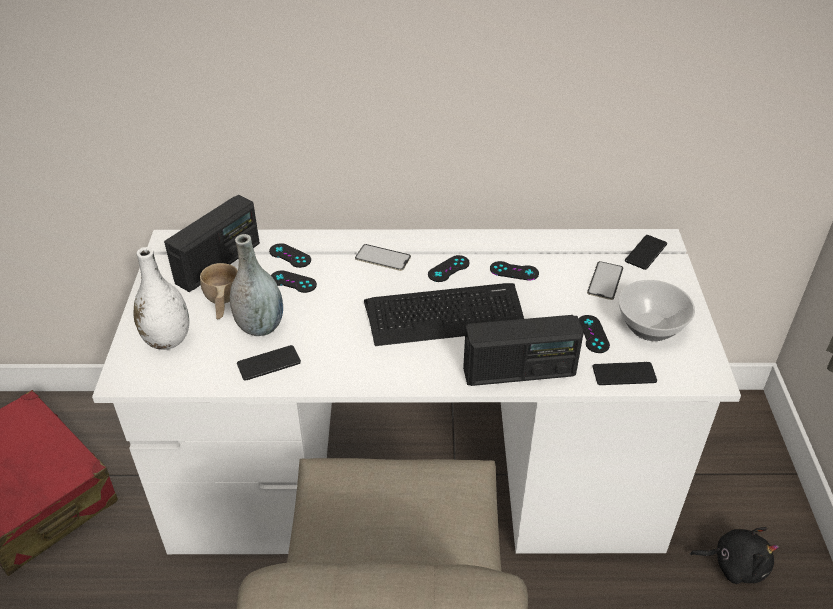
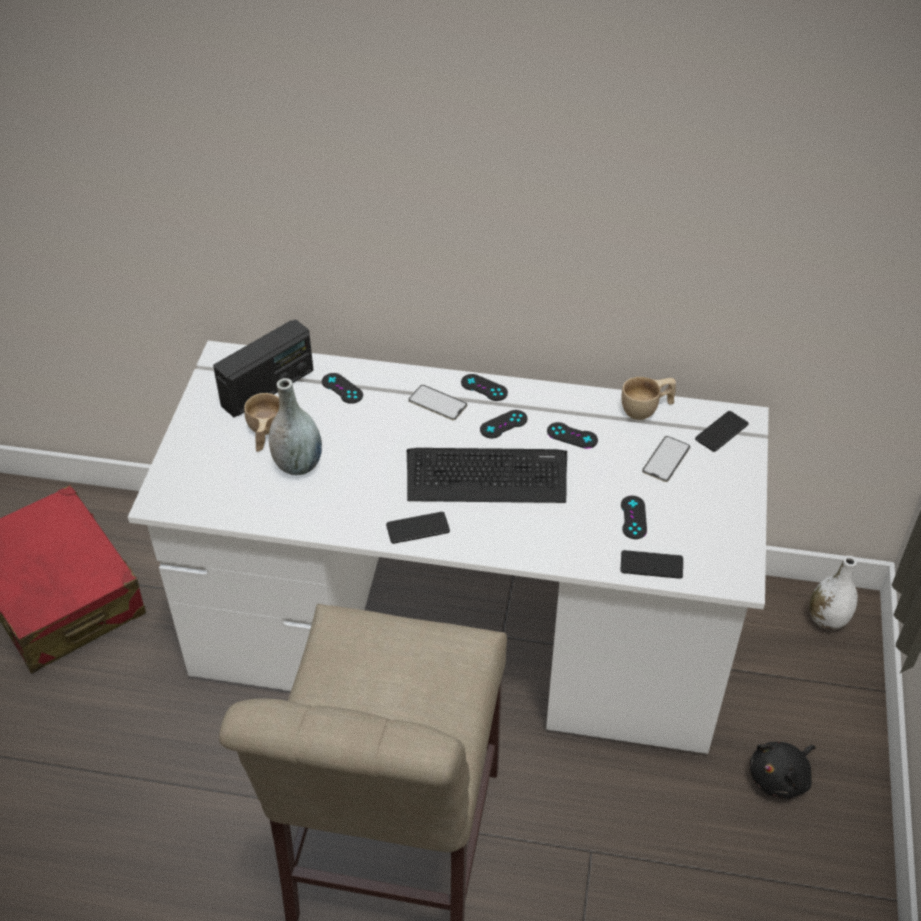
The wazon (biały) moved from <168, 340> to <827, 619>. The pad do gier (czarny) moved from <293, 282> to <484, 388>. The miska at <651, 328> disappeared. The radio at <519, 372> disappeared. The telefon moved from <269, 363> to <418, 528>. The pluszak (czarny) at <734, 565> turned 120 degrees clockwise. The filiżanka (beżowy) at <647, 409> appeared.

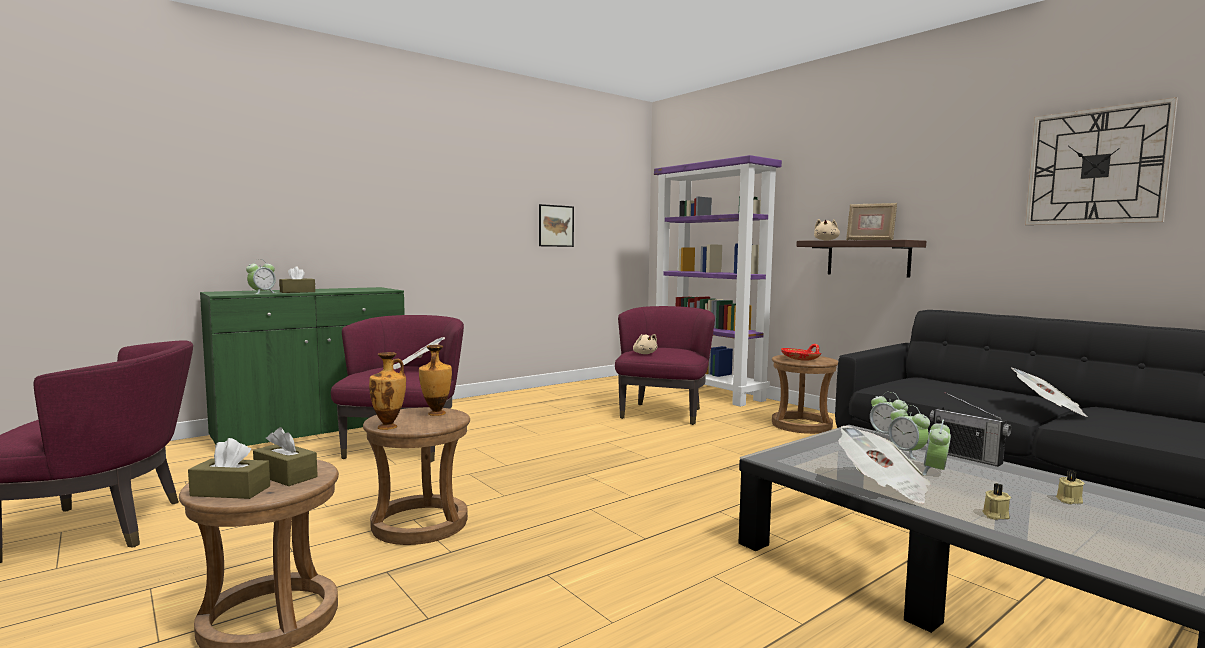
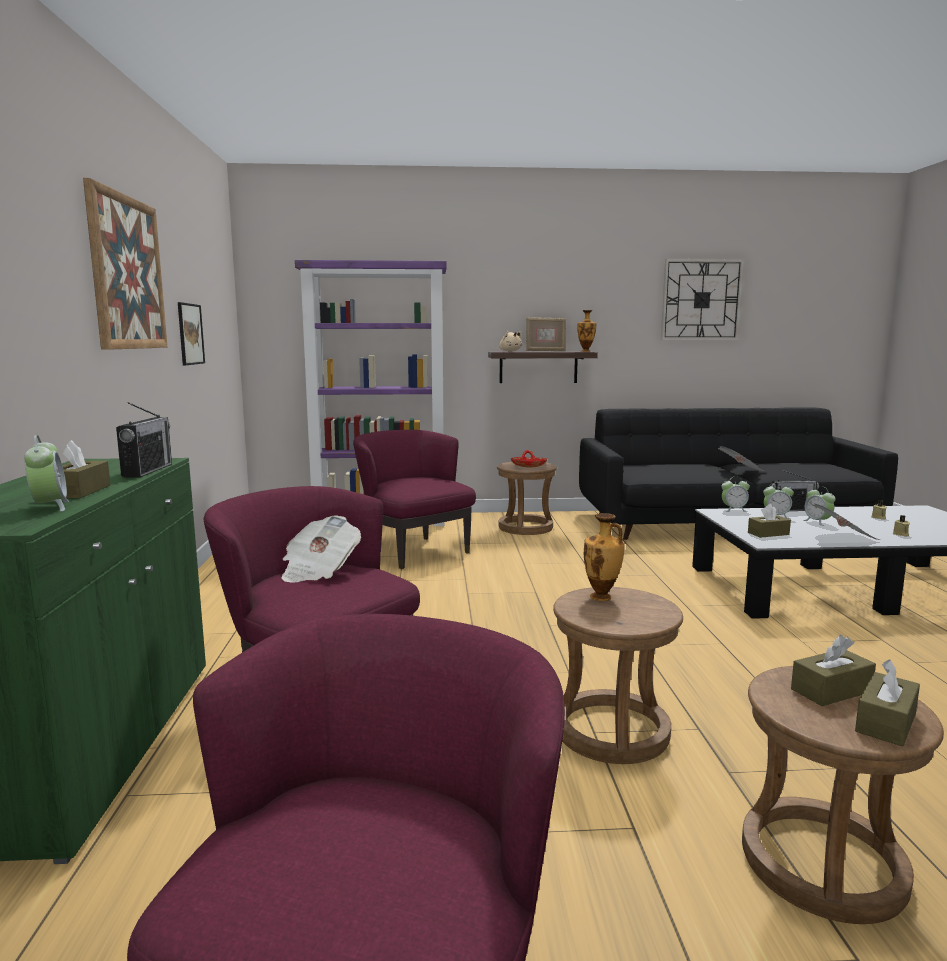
The pluszak (beżowy) at <644, 354> disappeared. The wazon moved from <389, 427> to <586, 351>. The obraz at <127, 273> appeared. The radio at <148, 470> appeared. The pudełko chusteczek (brązowy) at <768, 533> appeared.

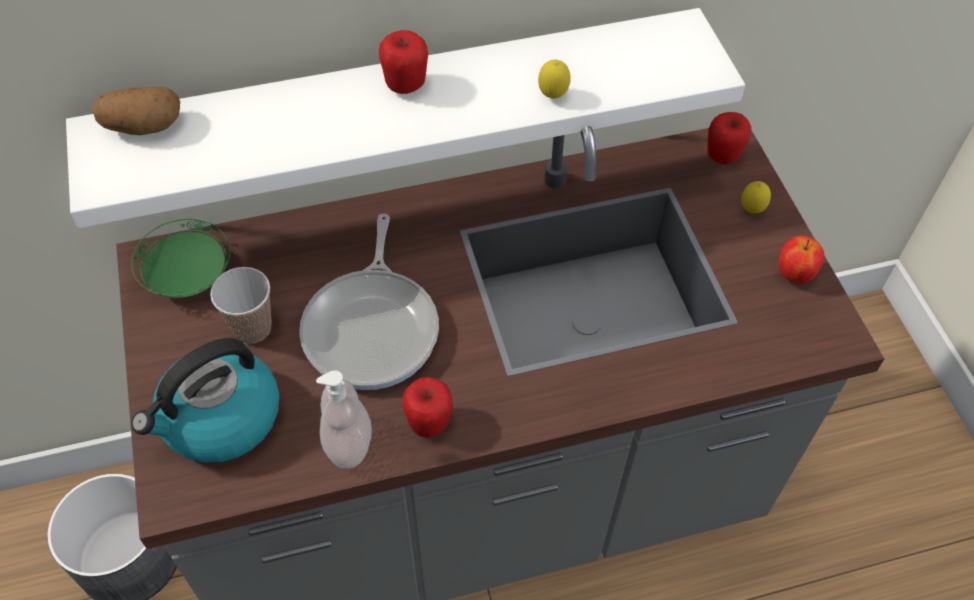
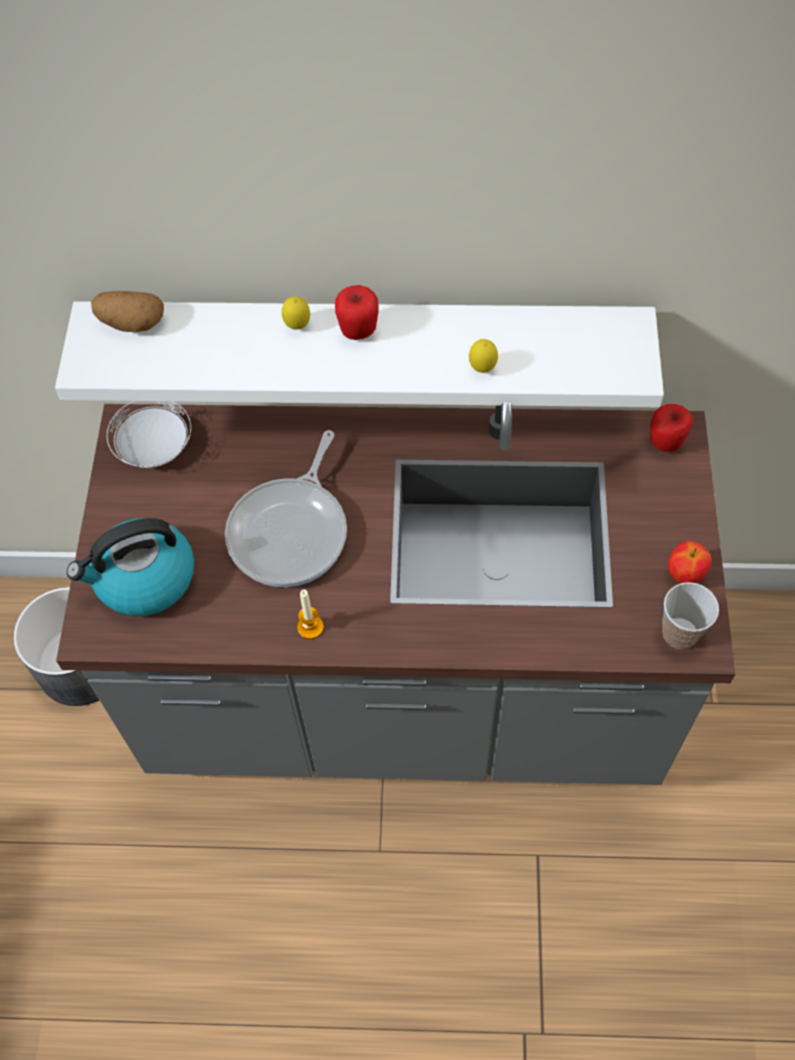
The cytryna moved from <751, 210> to <297, 326>. The talerz (zielony) at <188, 275> became the talerz (biały) at <154, 446>. The filiżanka moved from <252, 328> to <680, 633>. The dozownik mydła at <348, 443> disappeared. The jabłko at <429, 423> was replaced by the świeca at <310, 627>.

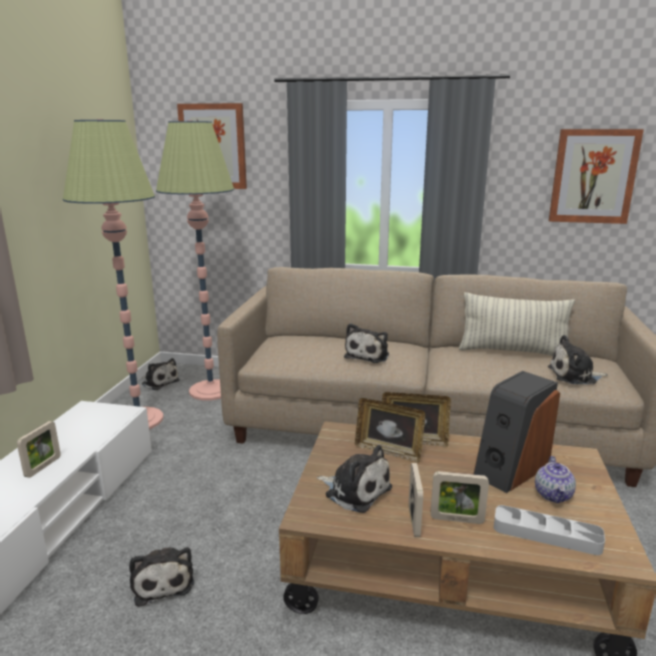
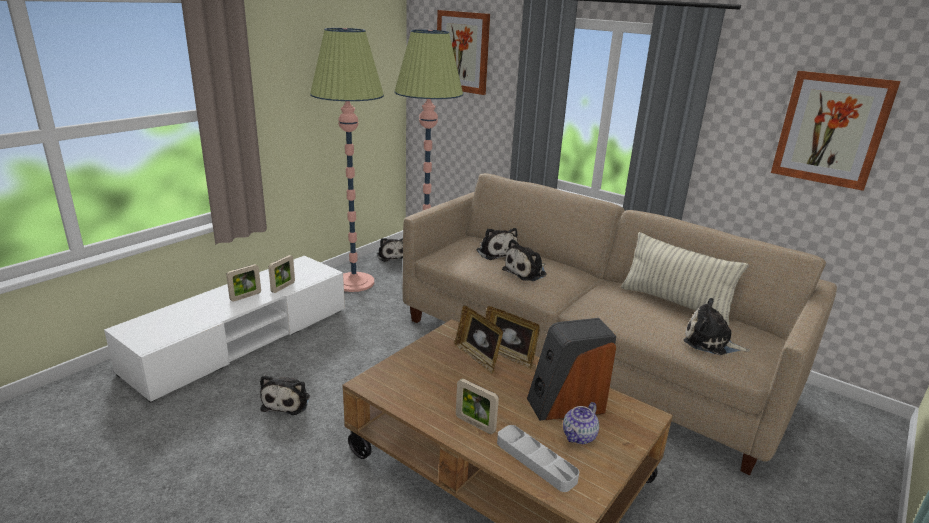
The pluszak moved from <355, 490> to <495, 252>. The ramka na zdjęcie moved from <414, 521> to <283, 287>.

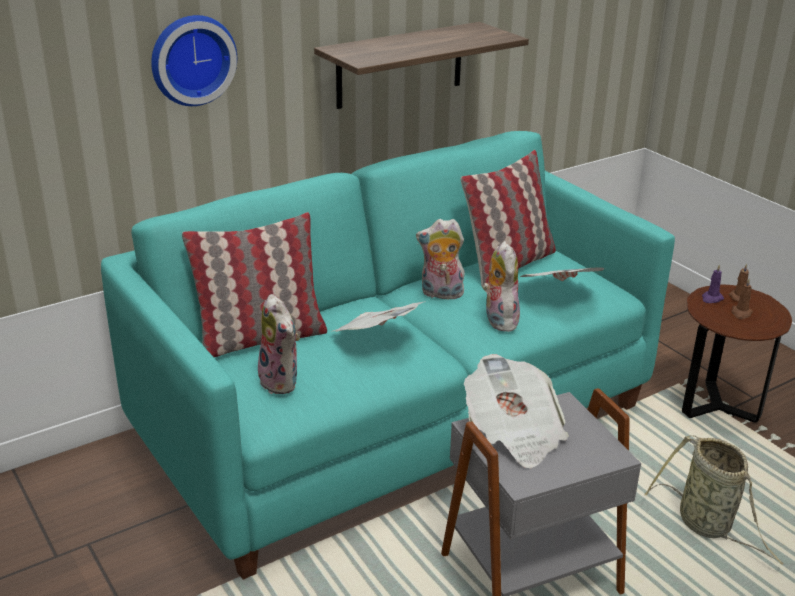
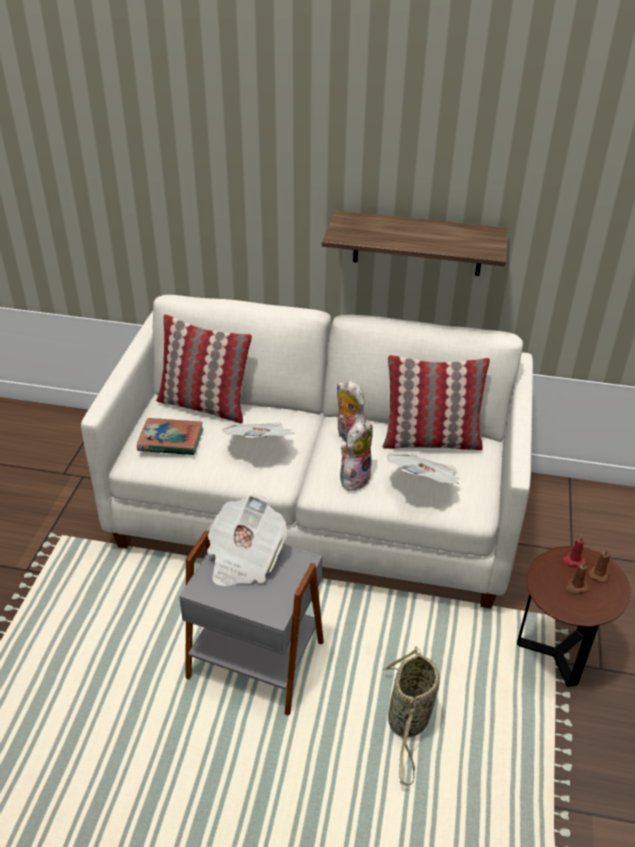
The zegar ścienny at <191, 59> disappeared. The kanapa (turkusowy) at <394, 422> became the kanapa (biały) at <316, 510>. The świeca (fioletowy) at <711, 298> became the świeca (czerwony) at <572, 561>. The pluszak at <282, 381> was replaced by the książka at <170, 440>.

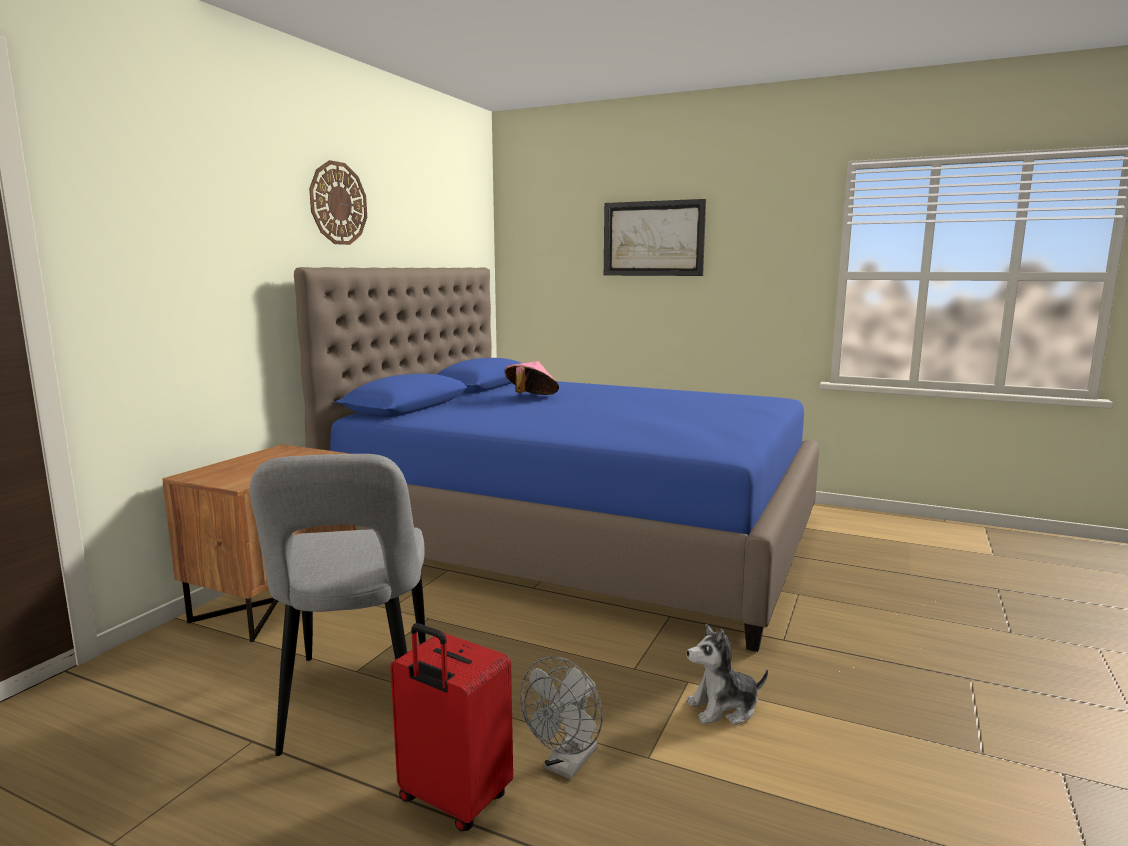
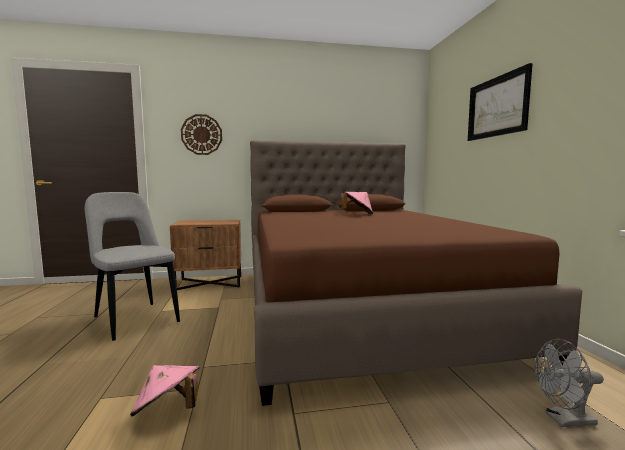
The zegar ścienny moved from <338, 203> to <201, 134>. The łóżko (niebieski) at <580, 535> became the łóżko (brązowy) at <359, 307>. The krzesło (szary) at <356, 703> turned 90 degrees clockwise. The walizka (czerwony) at <452, 800> disappeared. The pluszak at <723, 708> was replaced by the kapelusz (różowy) at <168, 410>. The wentylator (szary) moved from <566, 765> to <564, 420>.

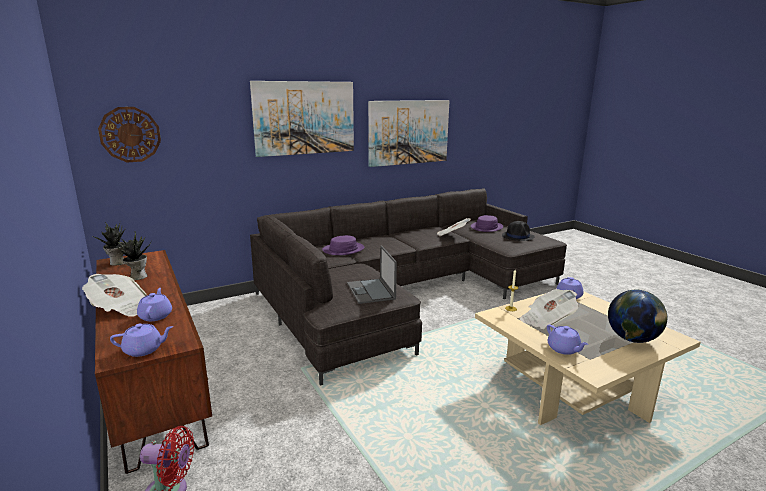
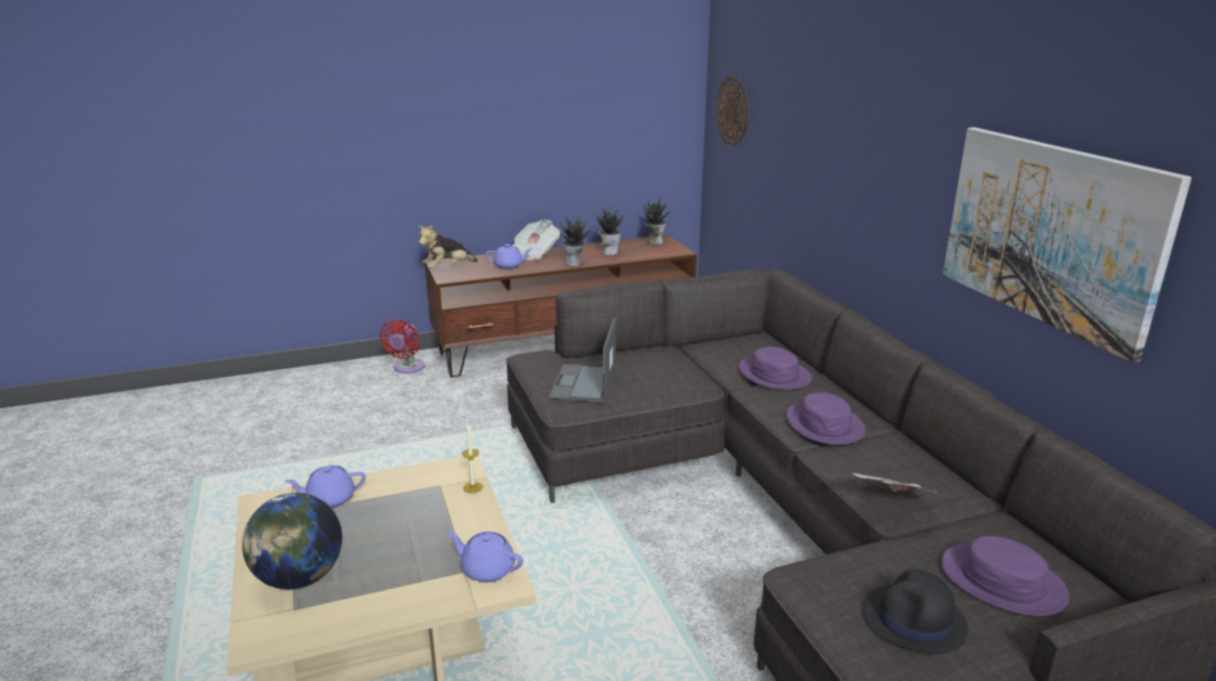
The obraz at <304, 118> disappeared. The laptop at <371, 291> turned 75 degrees counterclockwise. The gazeta at <546, 321> disappeared. The imbryk (fioletowy) at <144, 350> was replaced by the pluszak at <447, 268>. The roślina doniczkowa at <574, 263> appeared. The kapelusz (fioletowy) at <824, 424> appeared.

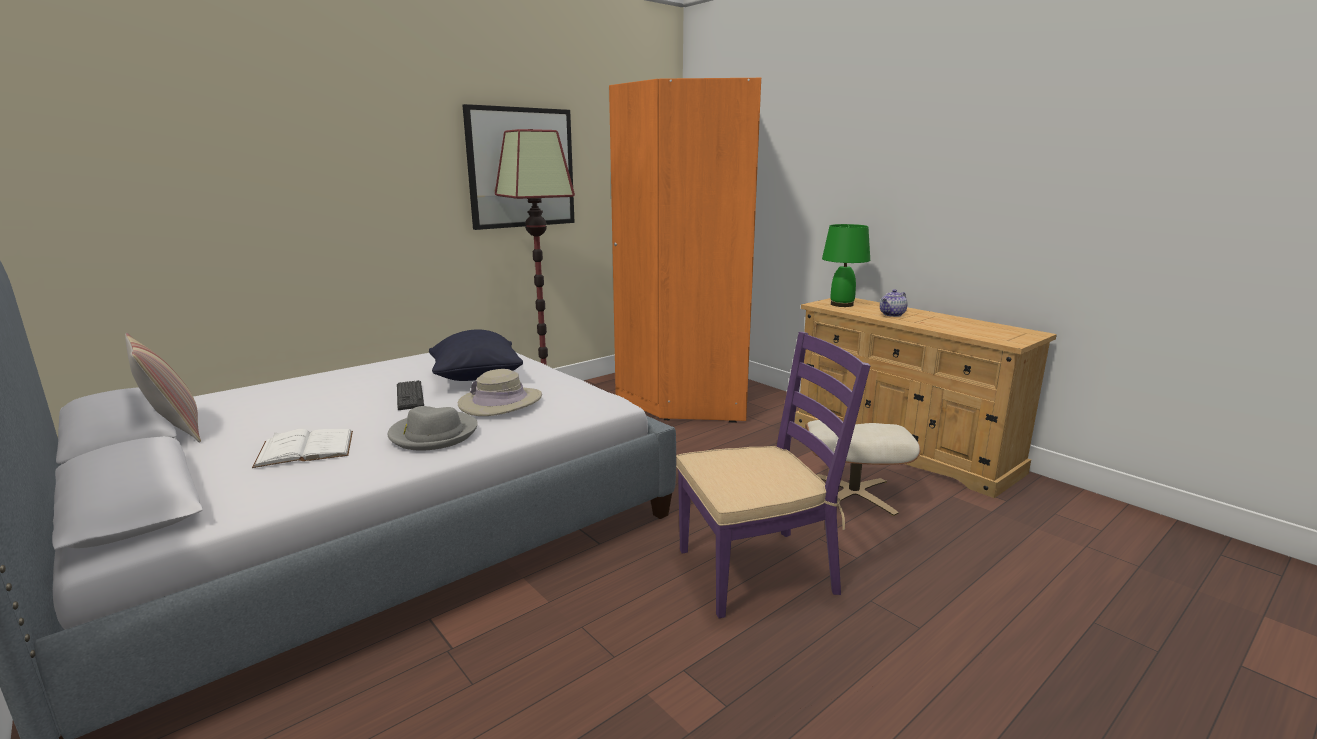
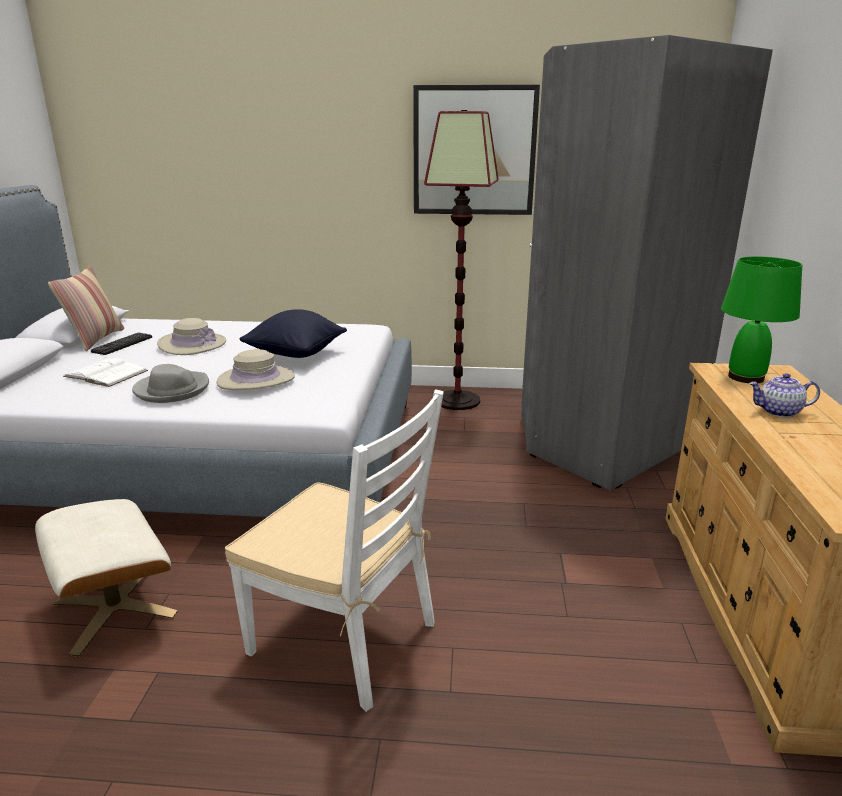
The szafa (pomarańczowy) at <683, 395> became the szafa (szary) at <596, 437>. The krzesło (fioletowy) at <758, 570> became the krzesło (biały) at <345, 638>. The klawiatura moved from <410, 396> to <122, 344>. The pufa (beżowy) moved from <853, 494> to <114, 609>. The kapelusz (beżowy) at <192, 344> appeared.

